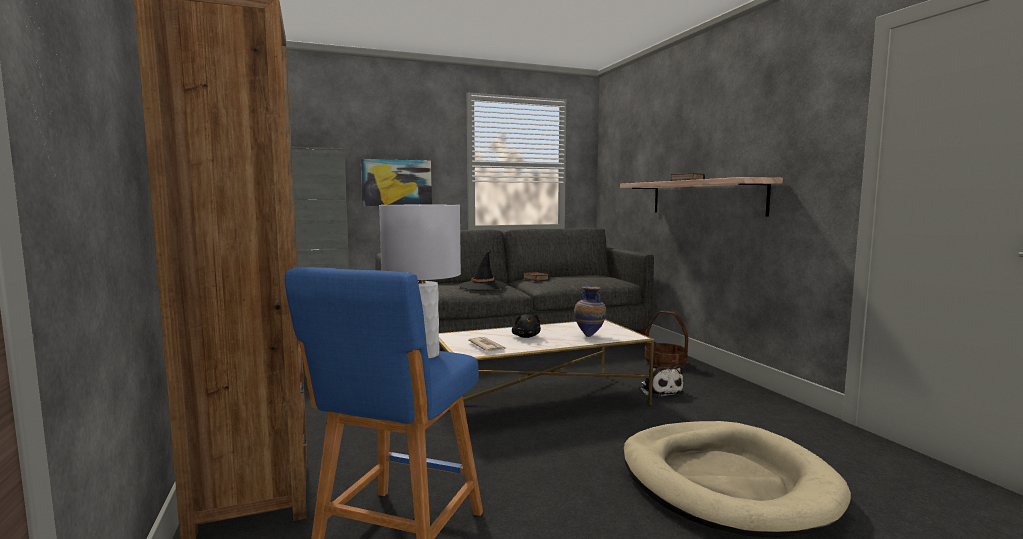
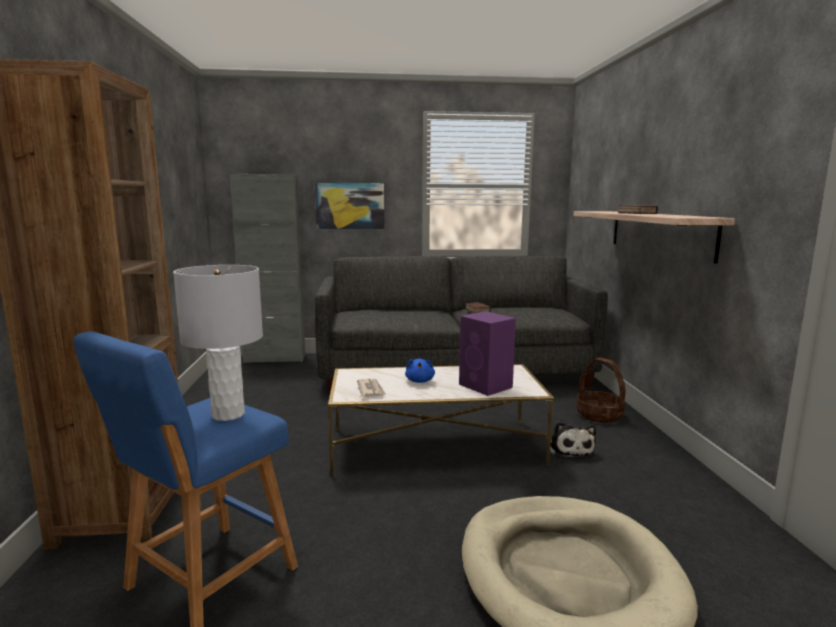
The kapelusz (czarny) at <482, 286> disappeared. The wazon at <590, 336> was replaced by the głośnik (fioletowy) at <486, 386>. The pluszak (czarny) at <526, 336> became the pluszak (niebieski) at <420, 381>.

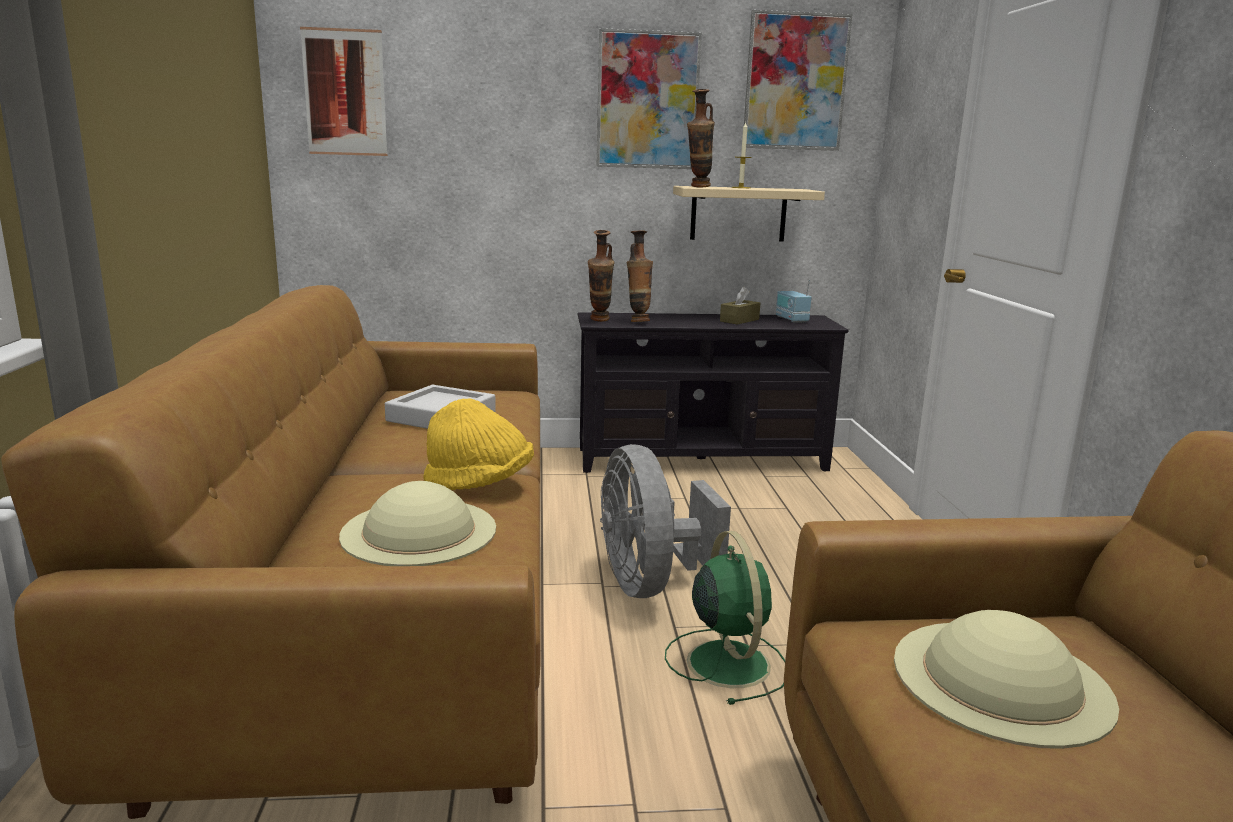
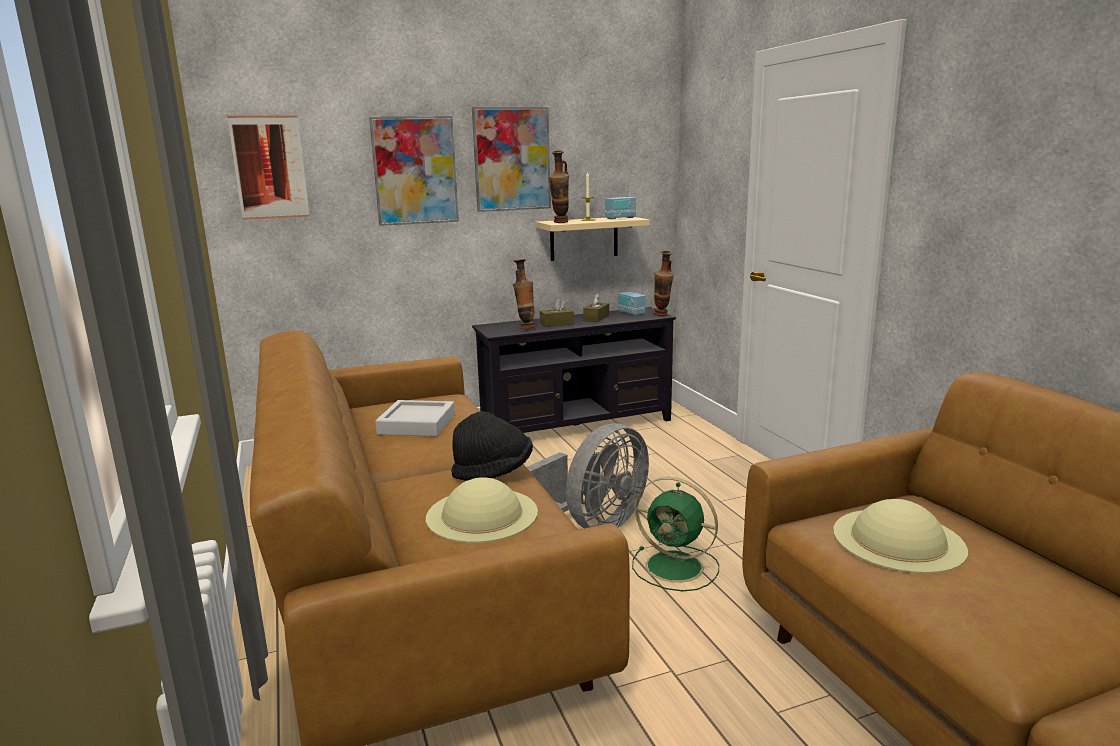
The obraz moved from <795, 82> to <415, 170>. The wazon moved from <599, 321> to <662, 316>. The kapelusz (żółty) at <480, 484> became the kapelusz (czarny) at <493, 472>. The wentylator (szary) at <650, 584> turned 105 degrees counterclockwise. The wentylator (zielony) at <727, 661> turned 150 degrees clockwise. The radio at <620, 218> appeared. The pudełko chusteczek (brązowy) at <556, 324> appeared.

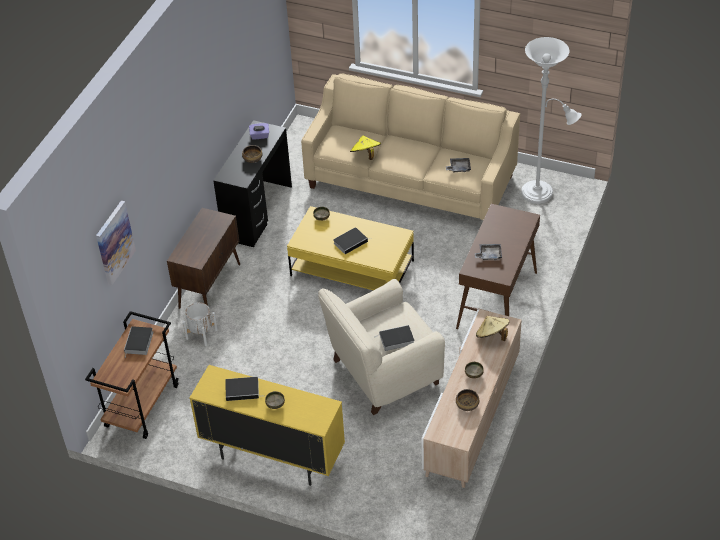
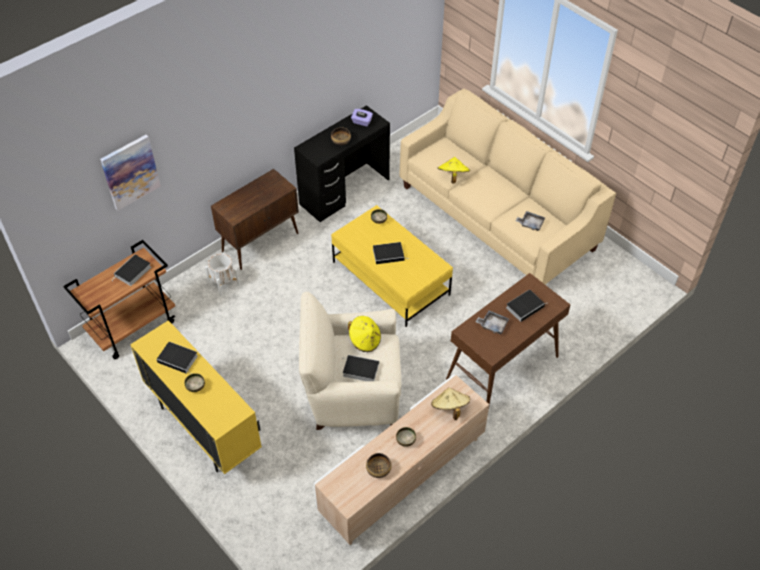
The lampa stojąca (biały) at <541, 194> disappeared. The książka at <525, 306> appeared. The kapelusz (żółty) at <365, 340> appeared.

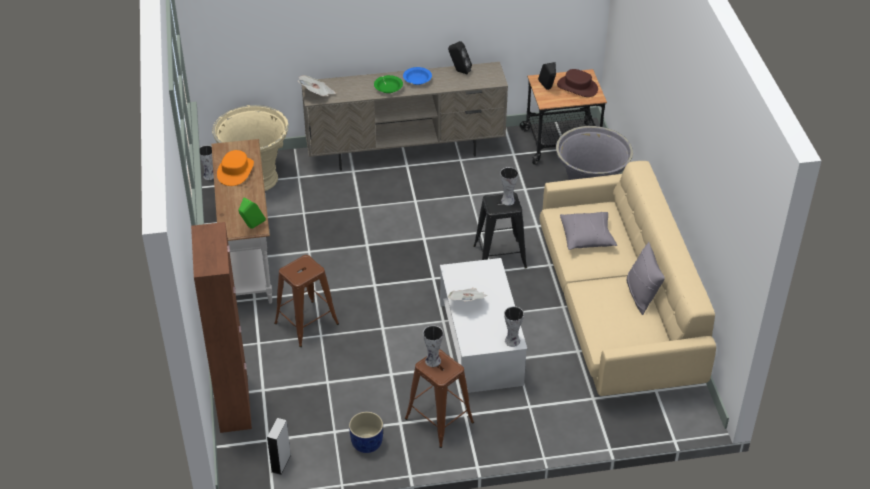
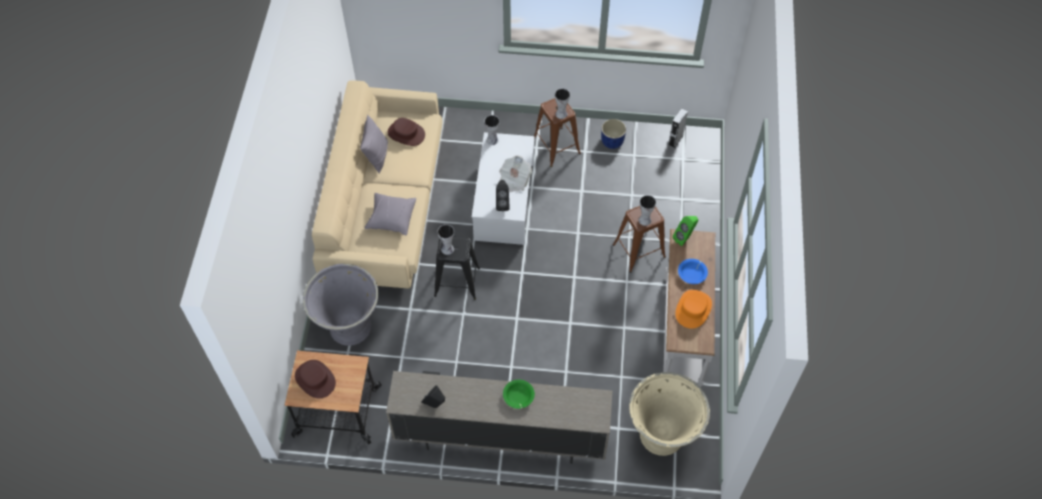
The głośnik (czarny) moved from <547, 89> to <502, 204>. The miska (niebieski) moved from <417, 80> to <692, 274>. The gazeta at <317, 94> disappeared. The wazon moved from <210, 176> to <644, 219>. The szafka (brązowy) at <234, 404> disappeared. The kapelusz (brązowy) at <406, 134> appeared.

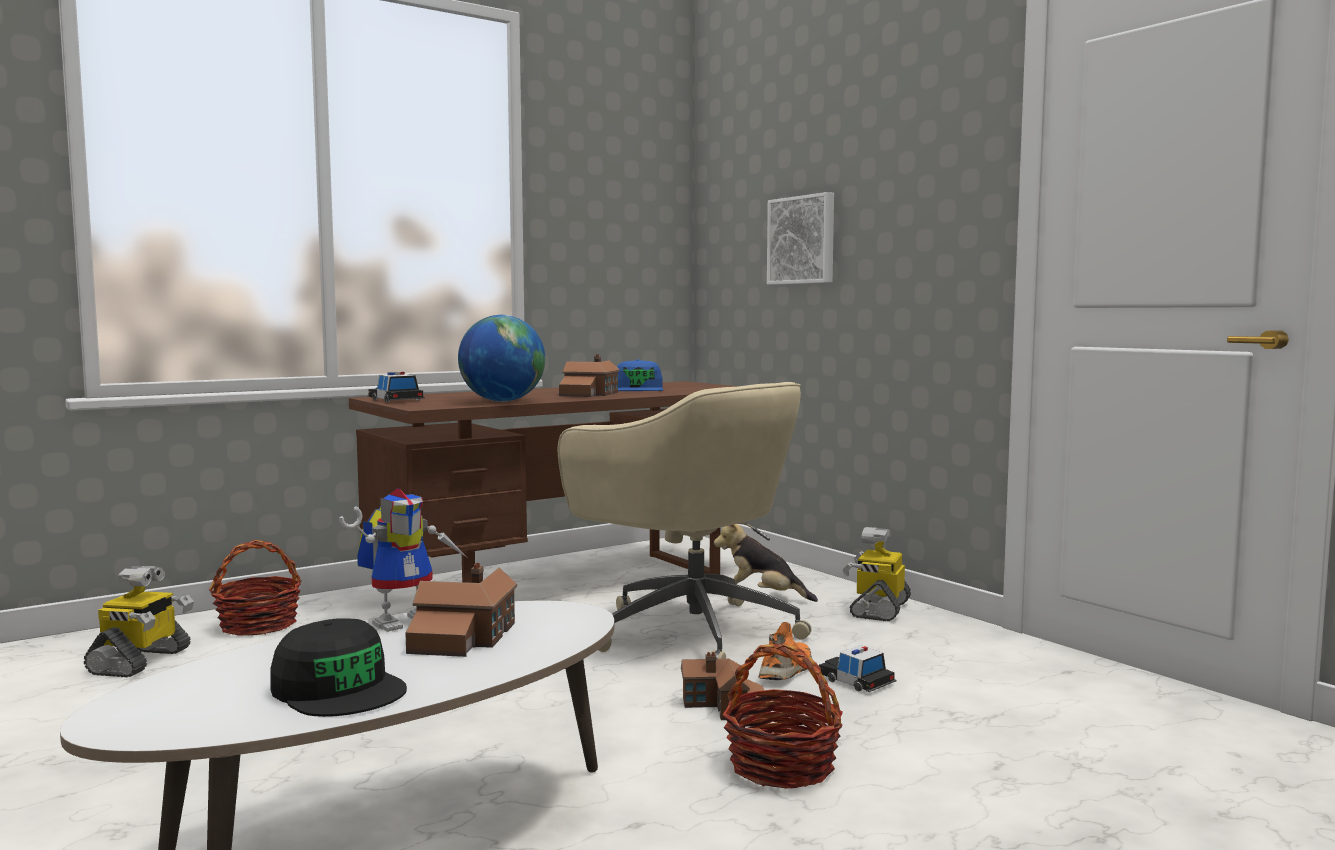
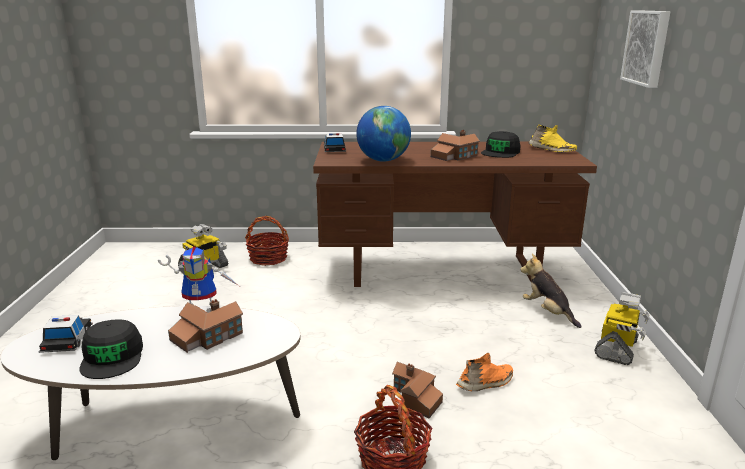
The czapka z daszkiem (niebieski) at <638, 389> became the czapka z daszkiem (czarny) at <500, 152>. The krzesło biurowe (beżowy) at <689, 631> disappeared. The robot zabawkowy at <878, 609> turned 150 degrees clockwise. The samochodzik moved from <855, 680> to <67, 340>. The but (żółty) at <551, 150> appeared.

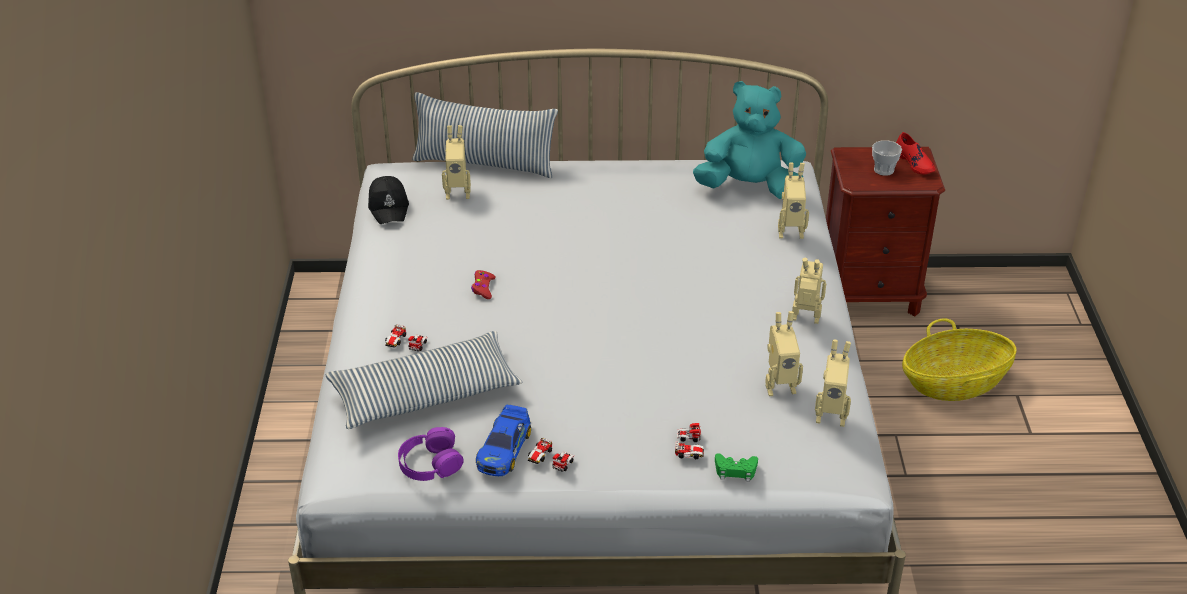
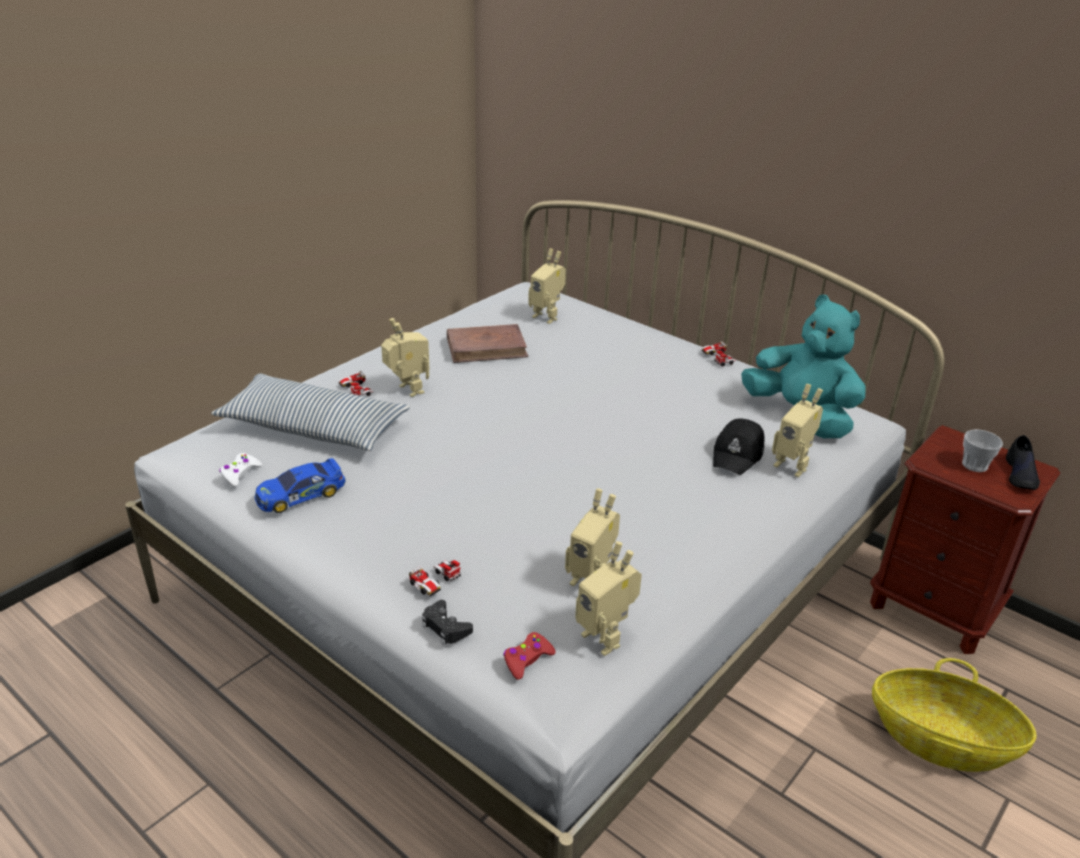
The poduszka at <485, 163> disappeared. The but (czerwony) at <914, 163> became the but (czarny) at <1020, 474>. The czapka z daszkiem (czarny) moved from <389, 207> to <738, 454>. The robot zabawkowy moved from <805, 320> to <407, 391>. The pad do gier (czerwony) moved from <483, 288> to <527, 660>. The słuchawki (fioletowy) at <430, 463> was replaced by the pad do gier (biały) at <240, 474>. The samochodzik moved from <550, 460> to <718, 358>. The pad do gier (zielony) at <735, 470> became the pad do gier (czarny) at <445, 627>. The książka (brązowy) at <487, 348> appeared.

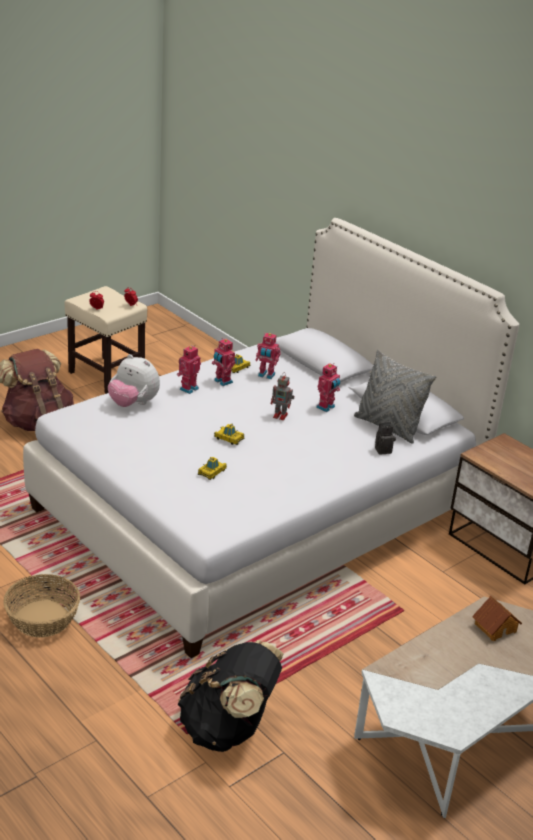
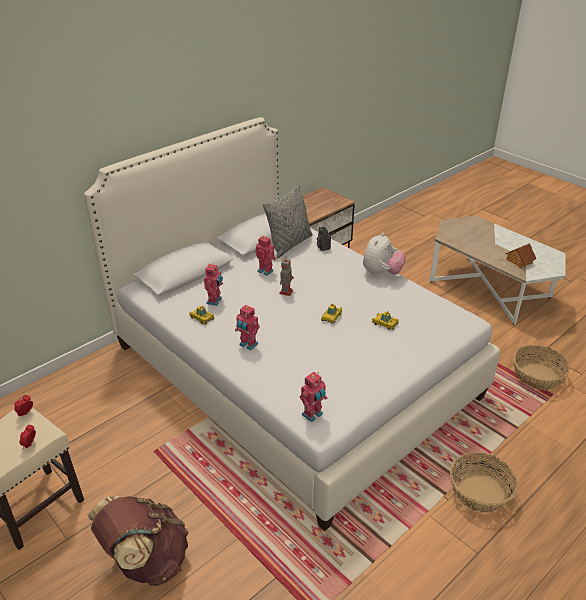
The robot zabawkowy moved from <222, 382> to <313, 415>. The pluszak moved from <133, 404> to <381, 273>. The domek moved from <495, 627> to <519, 261>. The plecak (czarny) at <228, 729> was replaced by the koszyk at <537, 376>.

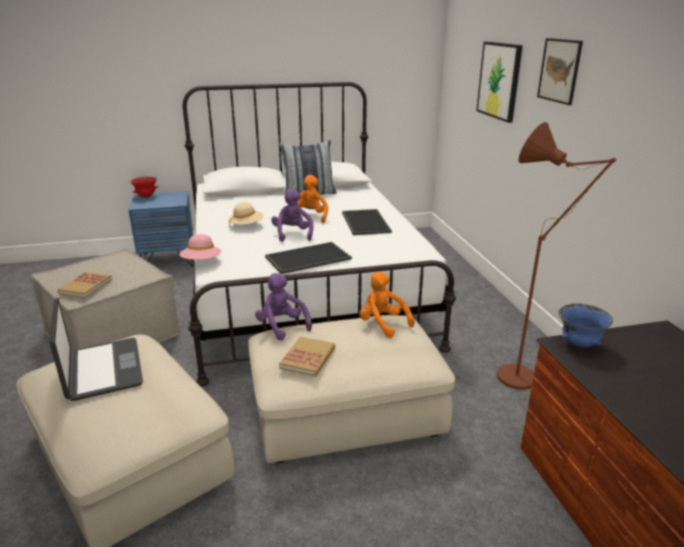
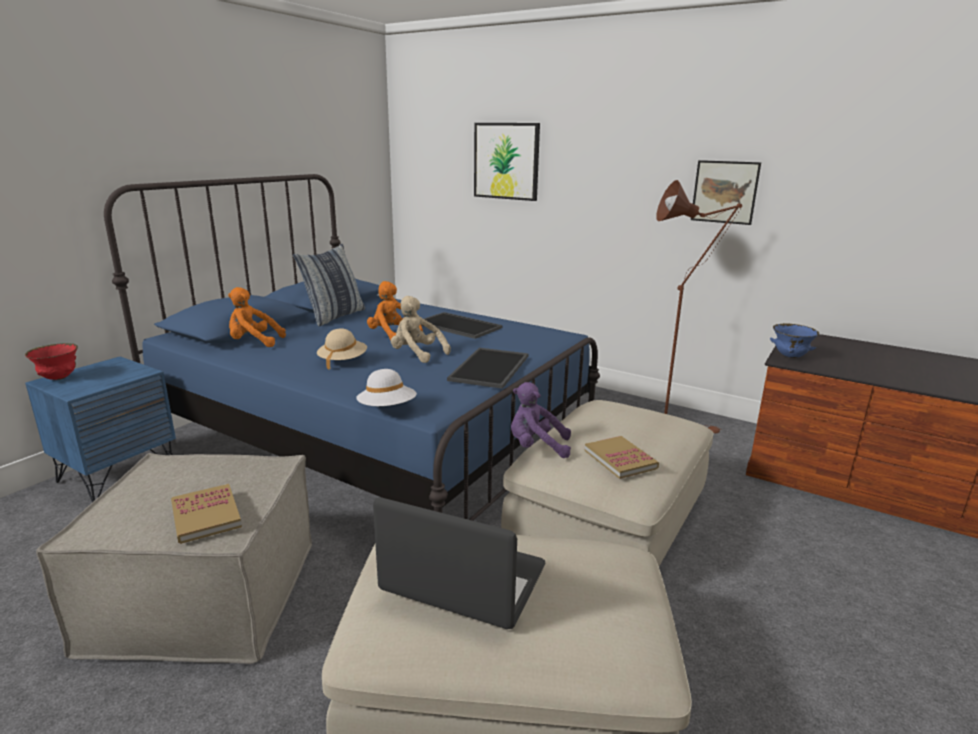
The obraz moved from <559, 70> to <724, 192>. The łóżko (biały) at <302, 291> became the łóżko (niebieski) at <377, 439>. The pluszak (fioletowy) at <292, 234> became the pluszak (beżowy) at <416, 354>. The kapelusz (różowy) at <202, 262> became the kapelusz (biały) at <387, 409>. The pluszak (pomarańczowy) moved from <382, 324> to <253, 342>.

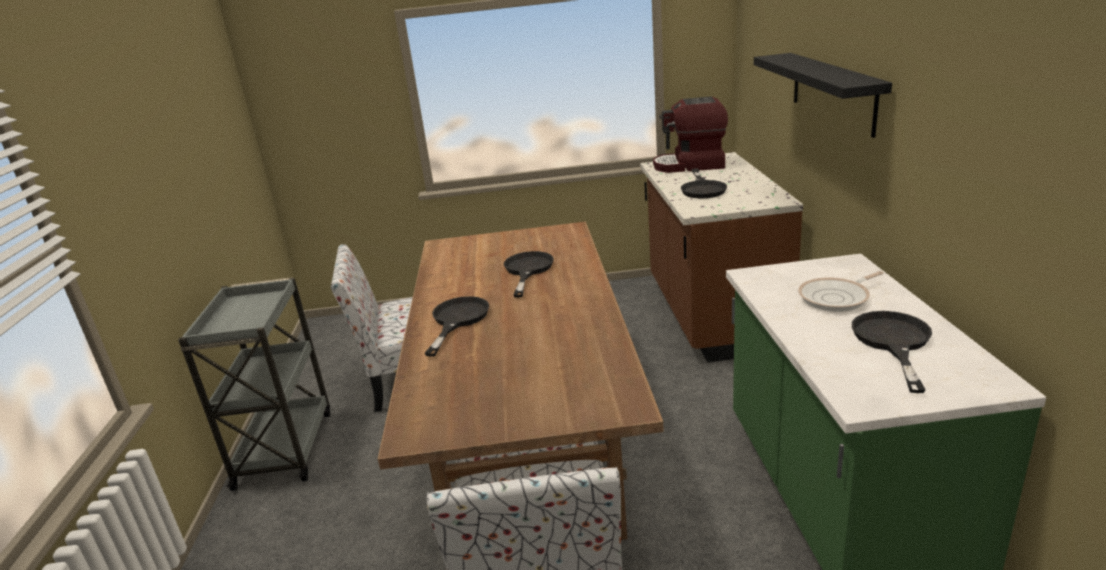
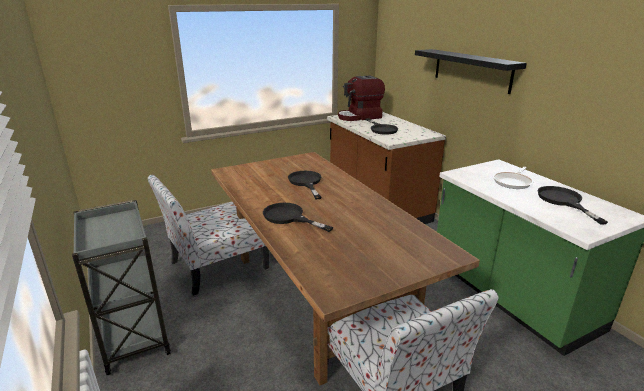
The patelnia (czarny) at <457, 320> turned 45 degrees counterclockwise.

